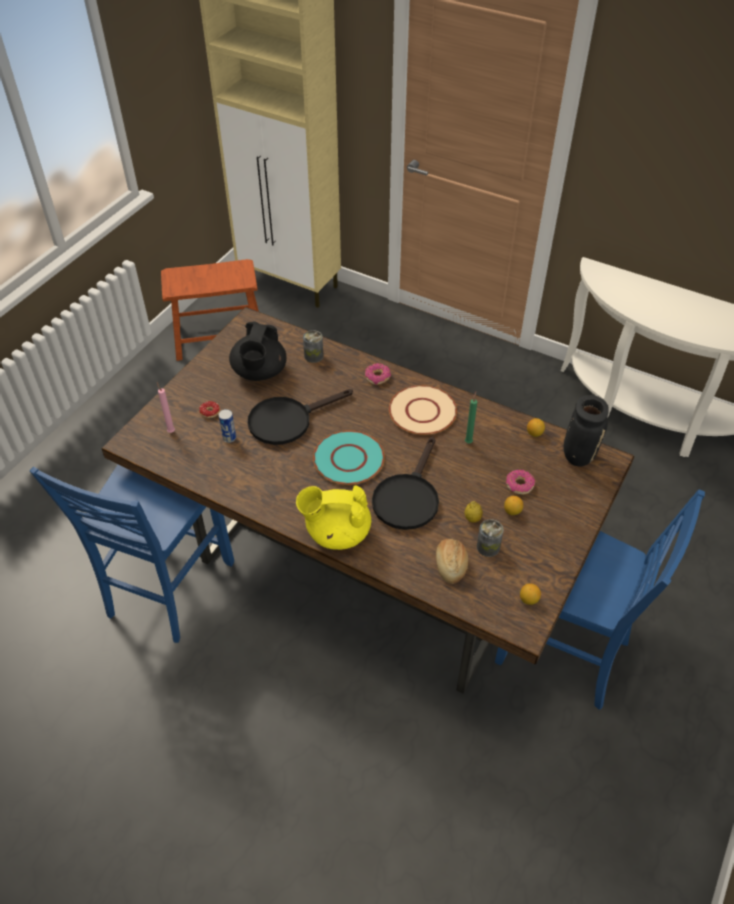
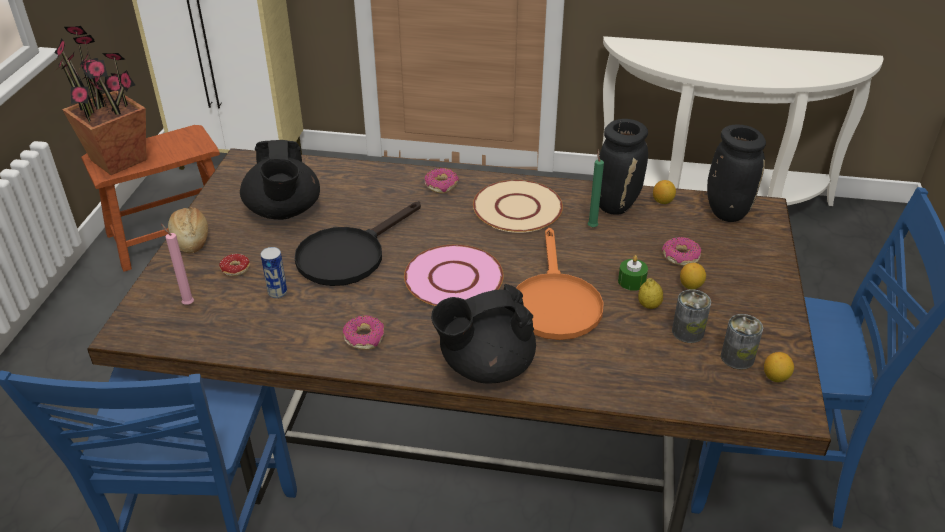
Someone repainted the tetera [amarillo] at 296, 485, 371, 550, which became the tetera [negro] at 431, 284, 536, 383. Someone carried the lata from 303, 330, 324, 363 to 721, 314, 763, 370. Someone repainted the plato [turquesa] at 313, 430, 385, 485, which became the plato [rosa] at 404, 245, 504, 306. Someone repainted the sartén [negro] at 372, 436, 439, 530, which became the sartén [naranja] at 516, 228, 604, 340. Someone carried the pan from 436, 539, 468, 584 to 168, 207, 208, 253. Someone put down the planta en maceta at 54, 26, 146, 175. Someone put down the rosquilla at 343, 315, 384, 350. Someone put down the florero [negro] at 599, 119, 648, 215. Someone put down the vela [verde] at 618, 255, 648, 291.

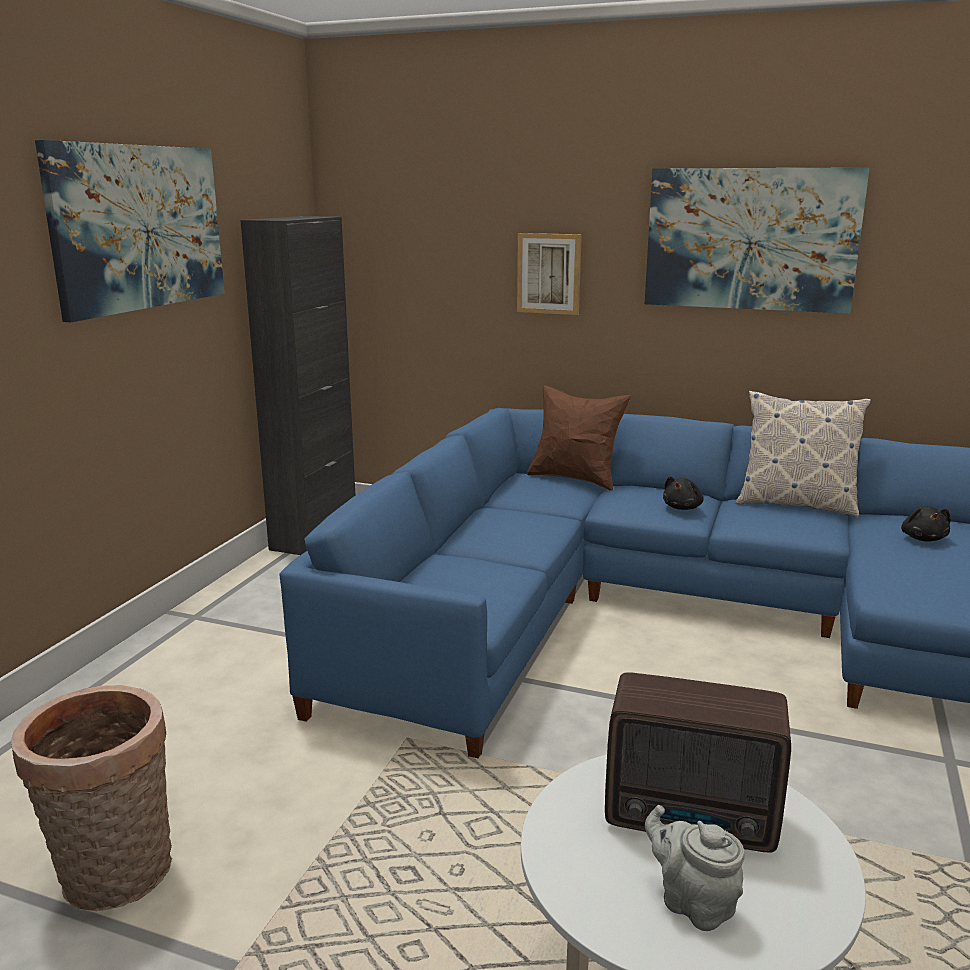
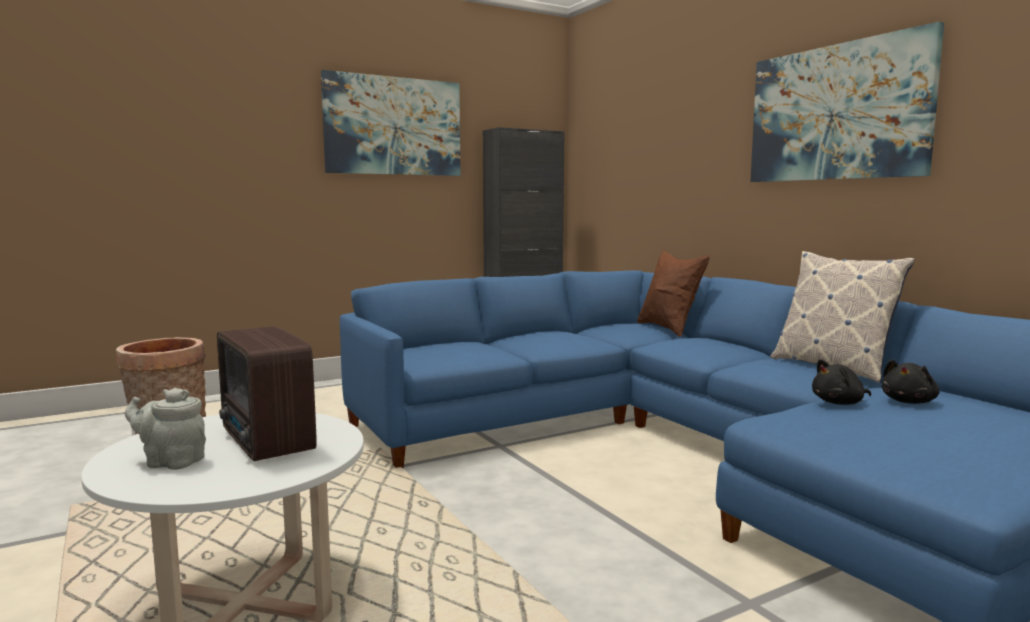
Someone took away the cuadro at 517, 233, 582, 315. Someone rotated the tetera [gris] at 645, 805, 745, 931 by 75 degrees counterclockwise. Someone carried the peluche [negro] from 663, 476, 704, 510 to 812, 359, 871, 405.

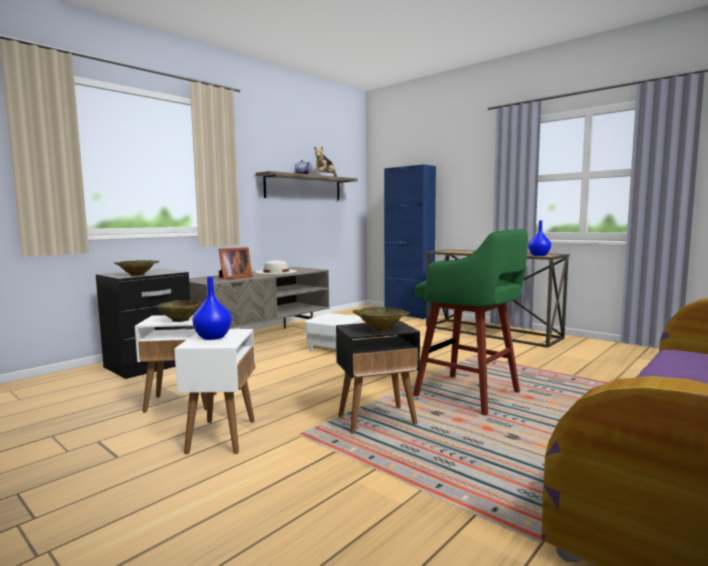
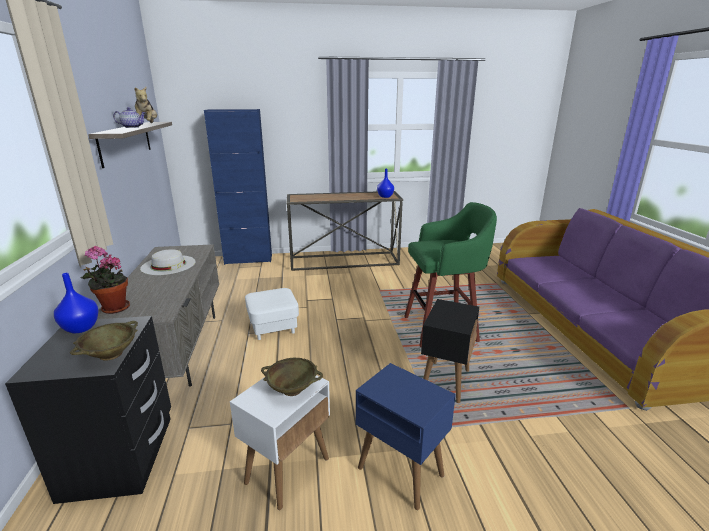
Someone repainted the mesa auxiliar [blanco] at 174, 329, 256, 454, which became the mesa auxiliar [azul] at 356, 363, 456, 510. Someone carried the florero [azul] from 192, 277, 232, 340 to 54, 273, 99, 333. Someone took away the portarretratos at 219, 247, 253, 279. Someone took away the cuenco [beis] at 353, 307, 410, 332. Someone put down the planta en maceta at 81, 246, 130, 314.

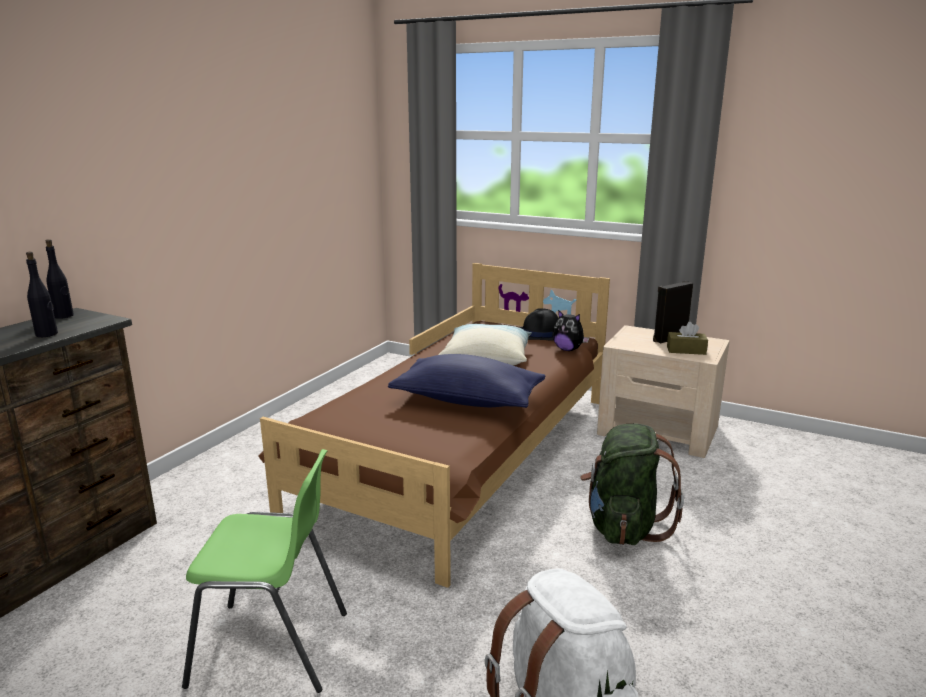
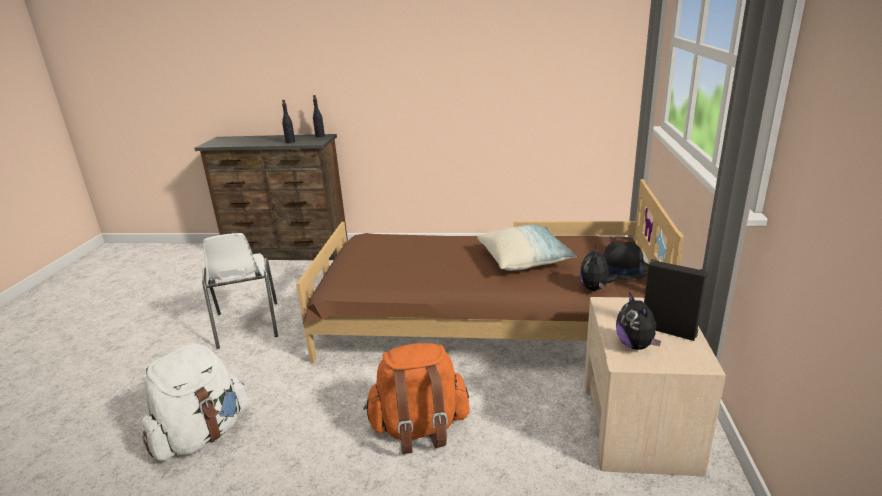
Someone repainted the silla [verde] at 182, 449, 347, 693, which became the silla [blanco] at 202, 233, 278, 349. Someone took away the cojín [azul] at 388, 354, 546, 408. Someone repainted the mochila [verde] at 580, 424, 684, 545, which became the mochila [naranja] at 363, 343, 470, 454. Someone swapped the caja de pañuelos [marrón] at 667, 322, 708, 355 for the peluche at 616, 292, 661, 350.

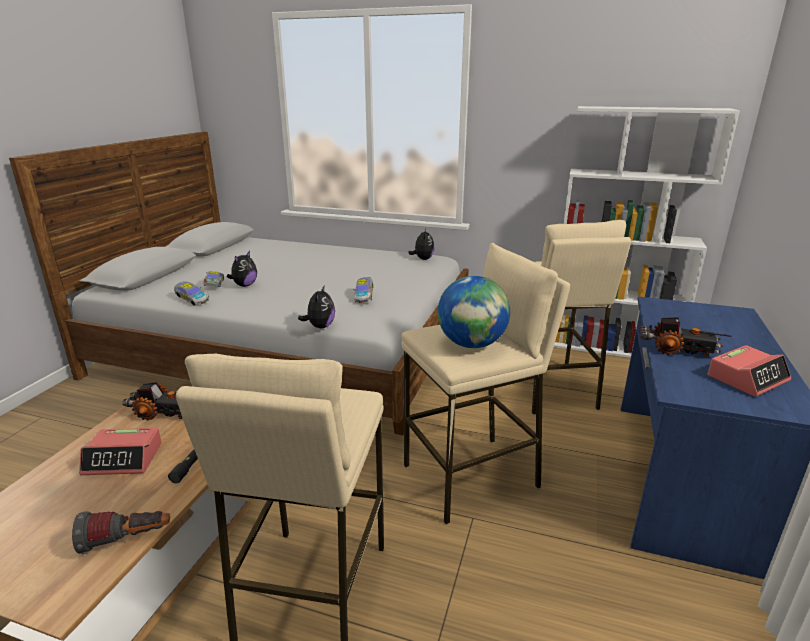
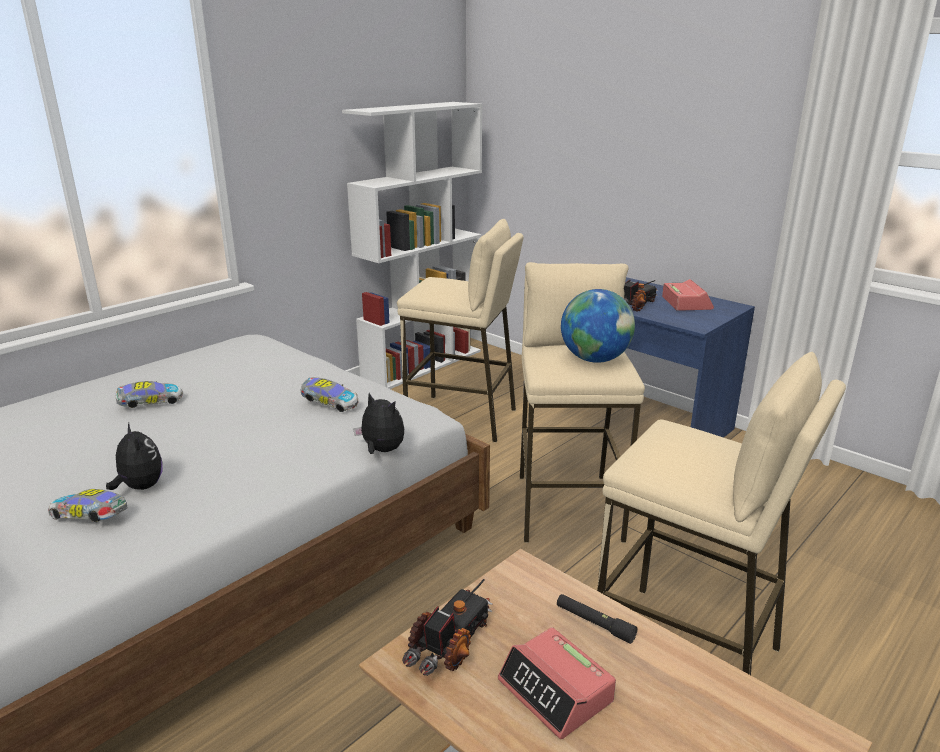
Someone took away the linterna at 72, 511, 170, 554. Someone rotated the despertador at 79, 428, 162, 475 by 120 degrees clockwise. Someone carried the coche de juguete from 174, 281, 209, 306 to 115, 381, 183, 408. Someone took away the peluche at 408, 229, 435, 260.

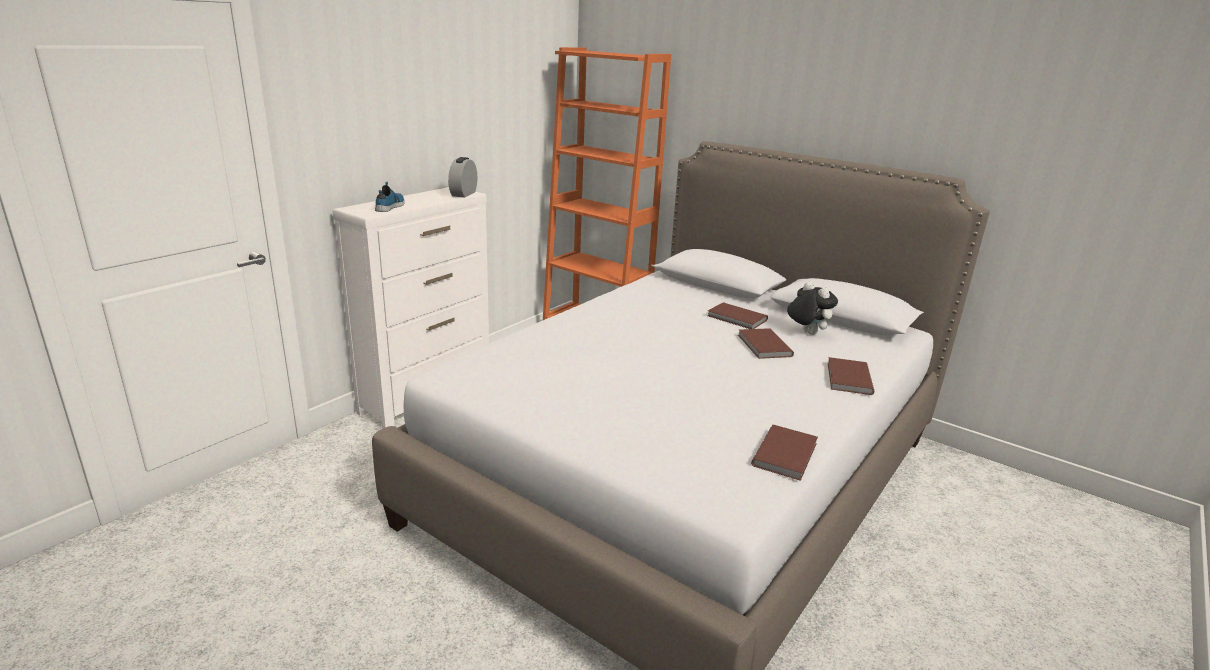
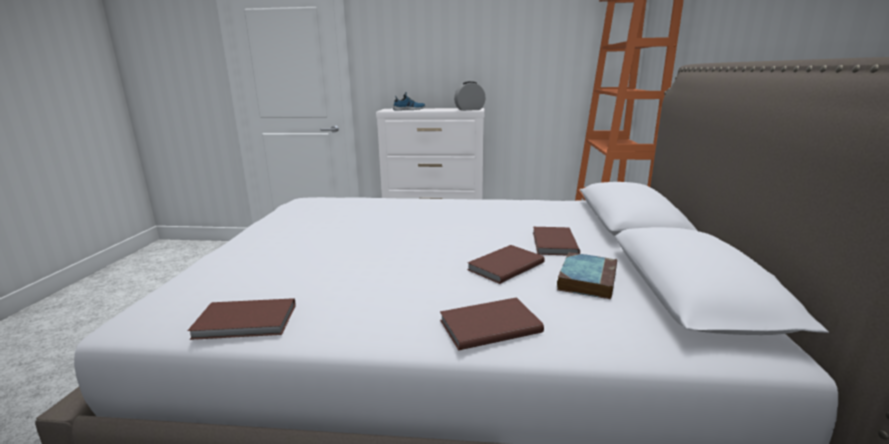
Someone swapped the peluche at 787, 282, 838, 335 for the libro at 557, 252, 617, 299.

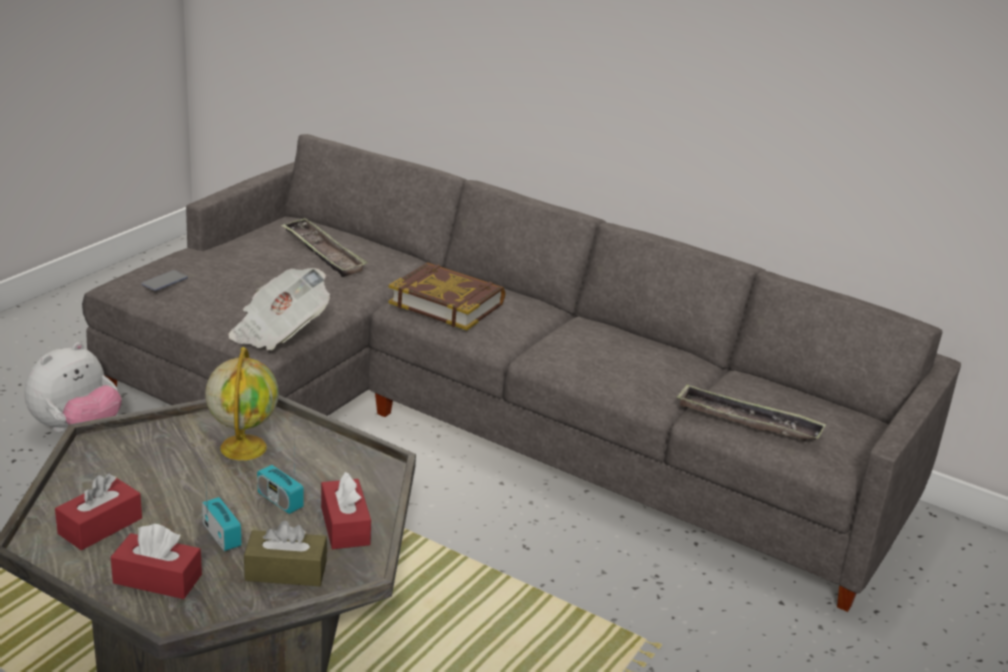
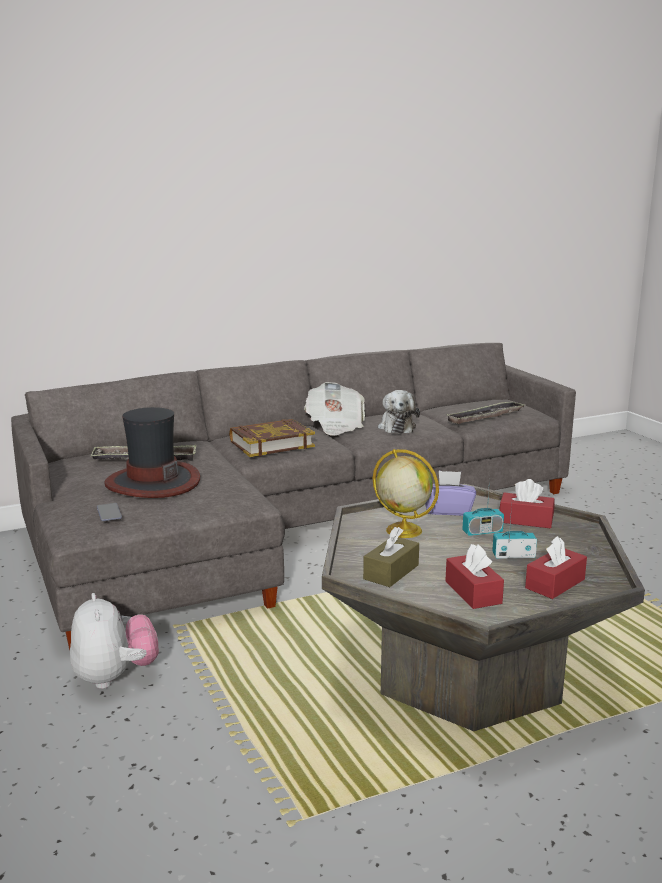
Someone carried the periódico from 228, 268, 330, 350 to 304, 382, 365, 436. Someone carried the caja de pañuelos [marrón] from 244, 520, 327, 586 to 363, 527, 419, 587. Someone put down the sombrero at 104, 407, 200, 498. Someone put down the peluche at 378, 390, 420, 434. Someone put down the caja de pañuelos [morado] at 425, 471, 476, 516.

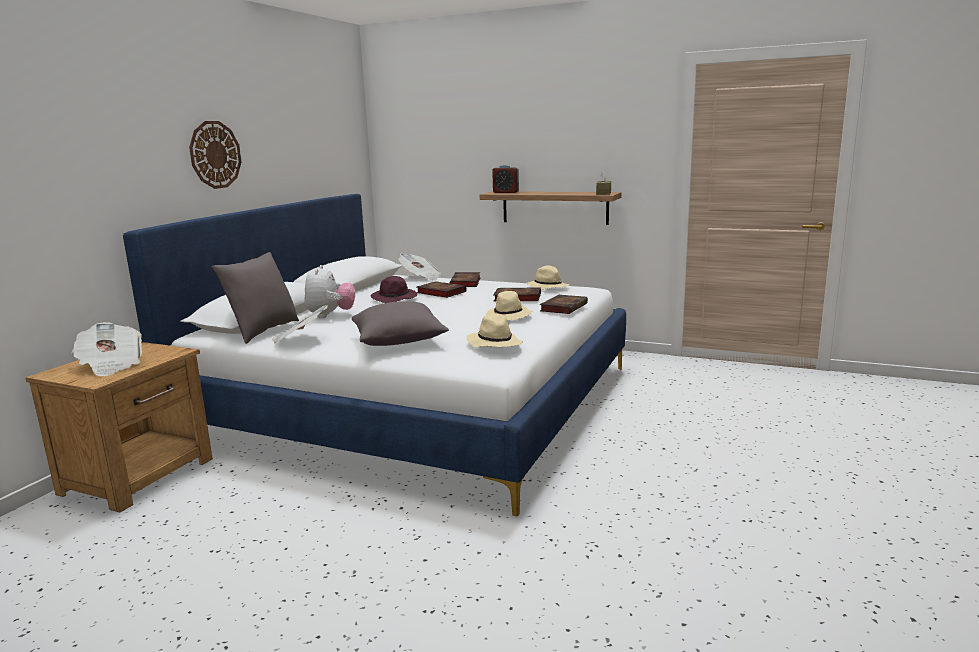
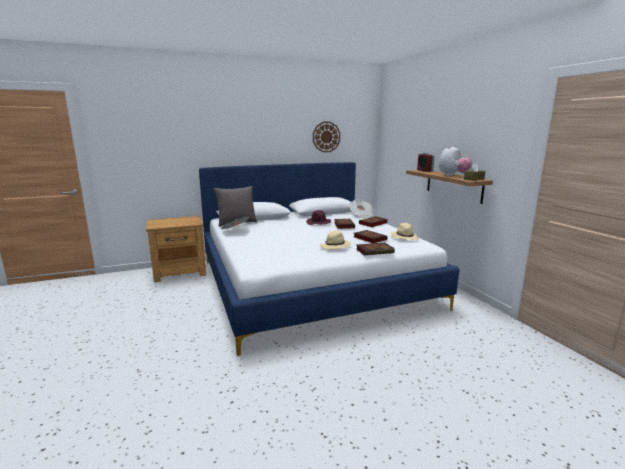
Someone took away the periódico at 72, 322, 142, 376. Someone carried the reloj de pared from 189, 121, 241, 189 to 313, 122, 340, 152. Someone carried the peluche from 305, 265, 355, 318 to 439, 145, 472, 176. Someone took away the cojín [gris] at 352, 301, 449, 346. Someone took away the sombrero [beis] at 466, 314, 523, 347.

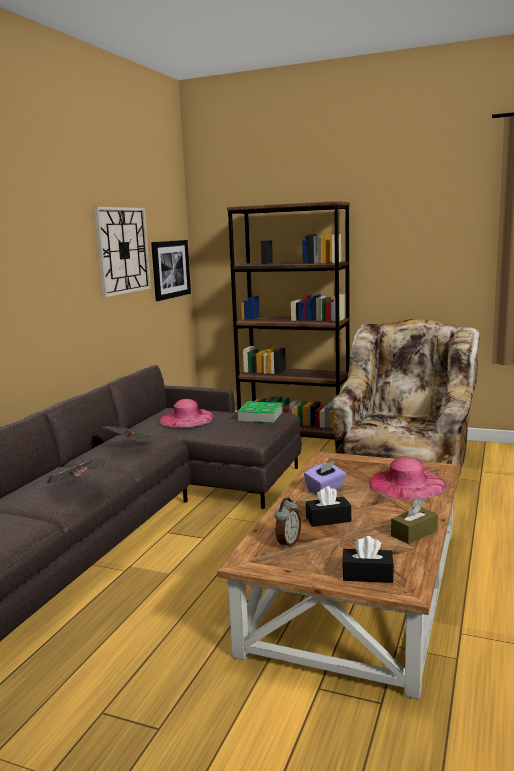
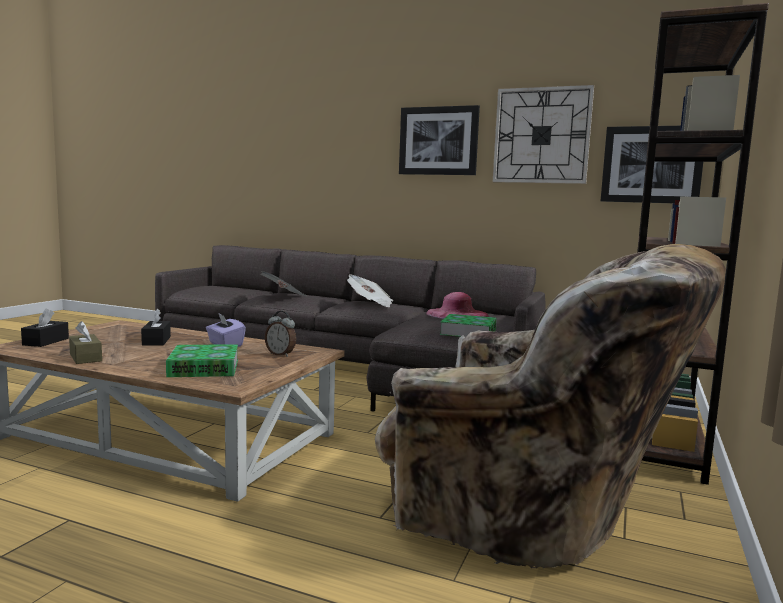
Someone carried the despertador from 275, 498, 301, 549 to 265, 311, 296, 357. Someone swapped the sombrero [rosa] at 369, 457, 446, 499 for the libro at 166, 344, 238, 377. Someone put up the cuadro at 399, 105, 480, 175.

